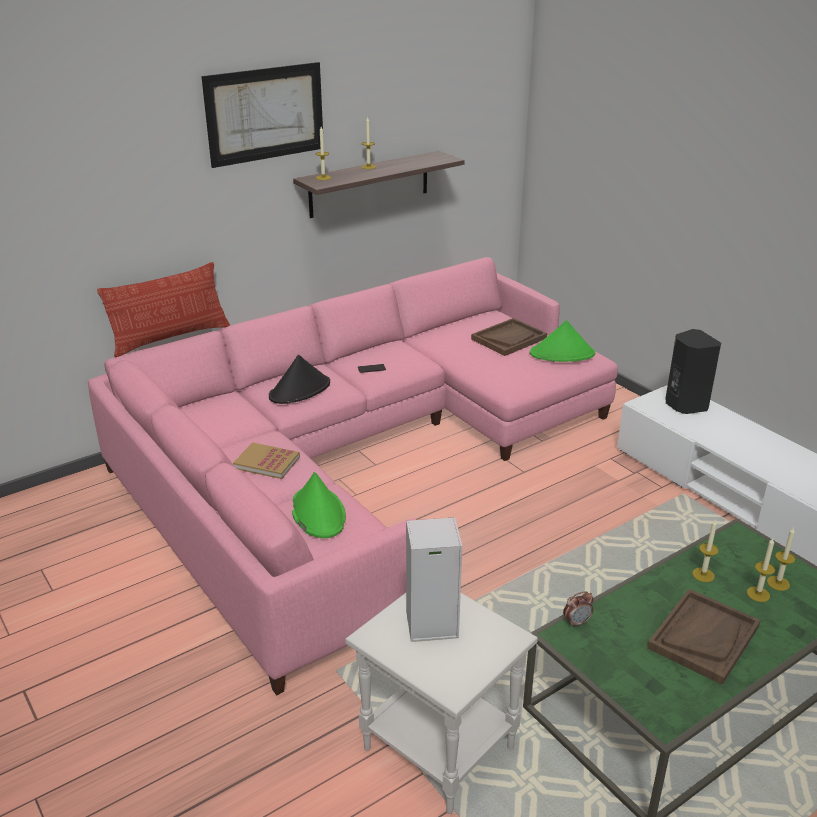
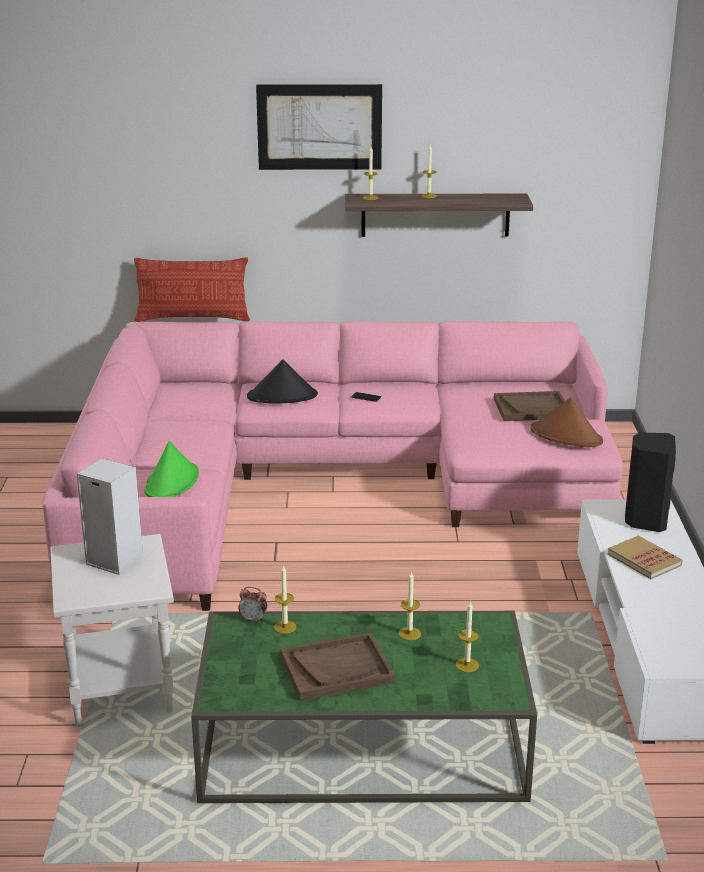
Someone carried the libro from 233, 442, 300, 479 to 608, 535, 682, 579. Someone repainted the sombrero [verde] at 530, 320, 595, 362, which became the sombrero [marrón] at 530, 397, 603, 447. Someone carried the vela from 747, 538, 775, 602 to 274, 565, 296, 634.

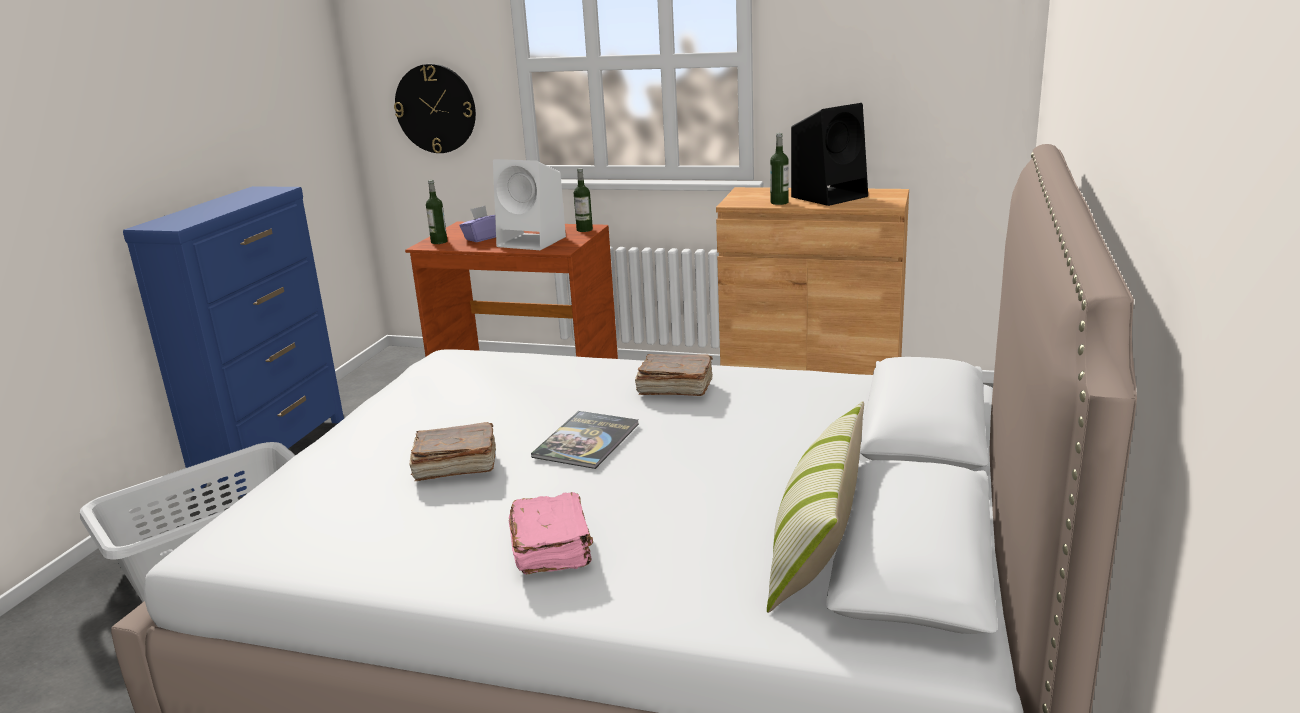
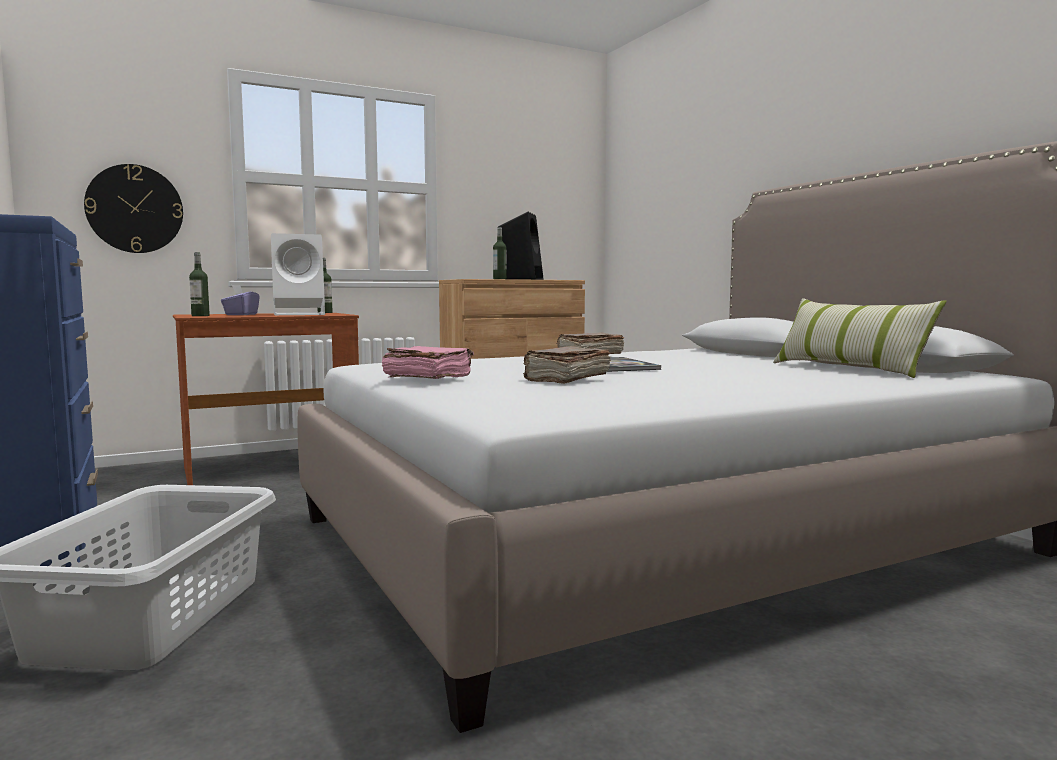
Someone carried the libro [rosa] from 509, 492, 593, 574 to 382, 346, 474, 379.

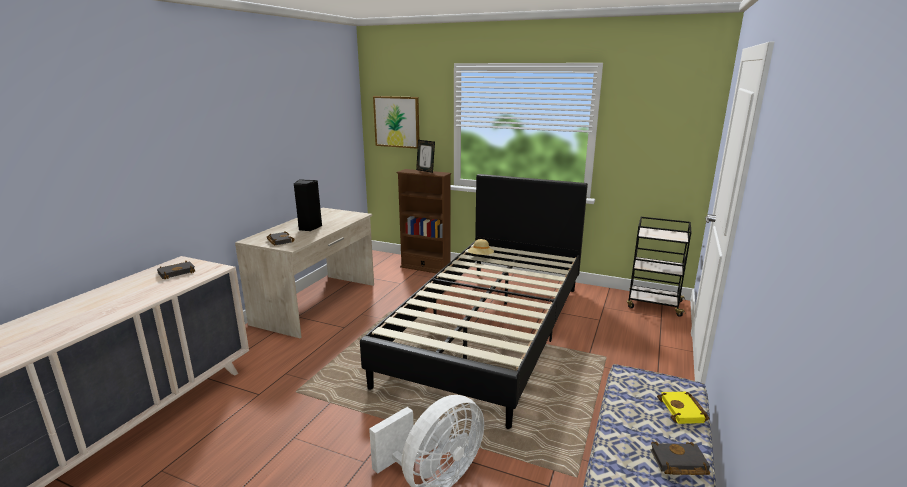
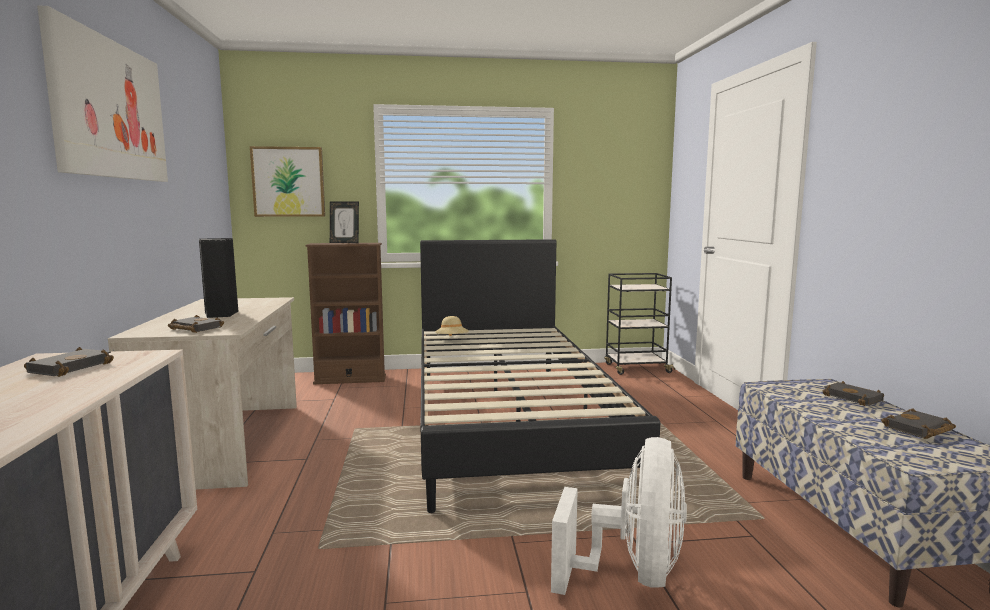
Someone repainted the libro [amarillo] at 657, 392, 709, 424, which became the libro [negro] at 823, 381, 884, 406. Someone put up the cuadro at 37, 5, 168, 182.

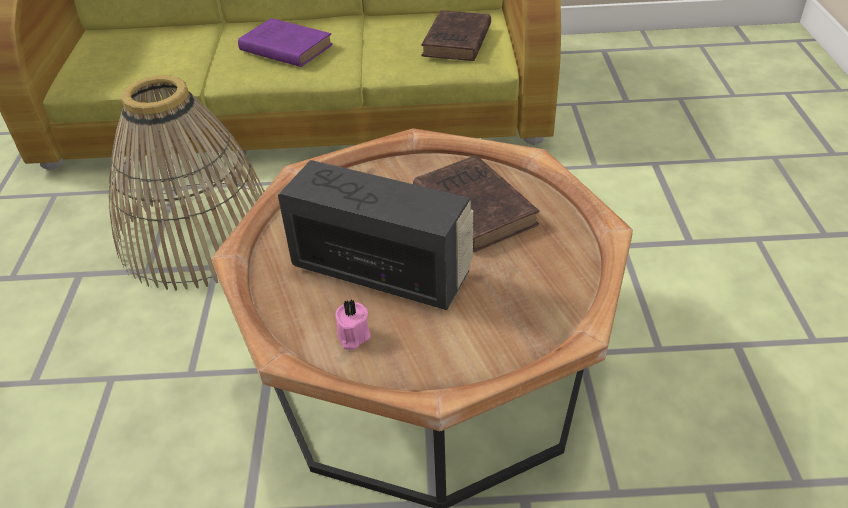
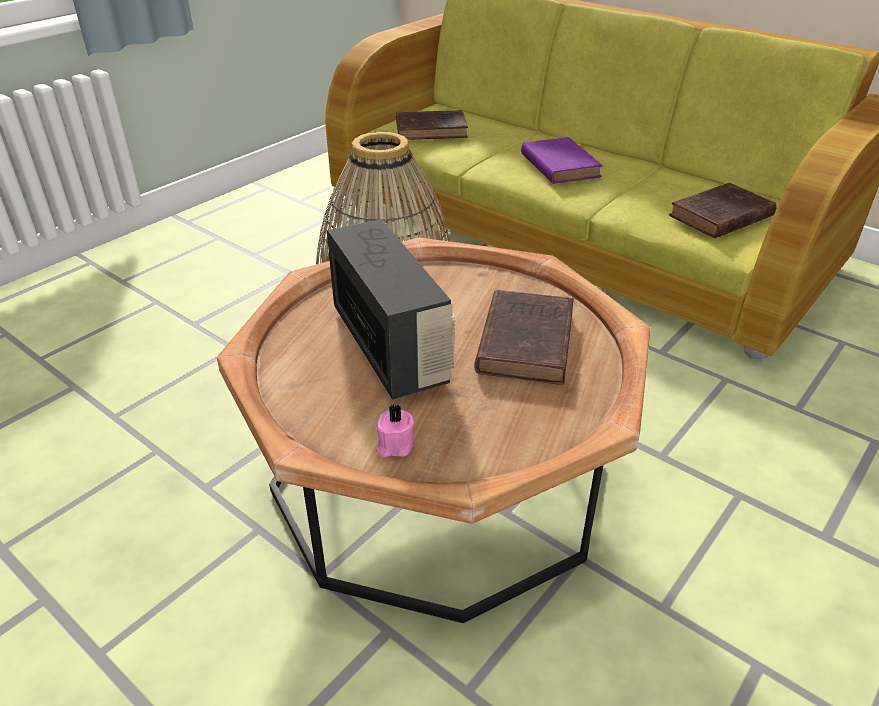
Someone carried the vela [rosa] from 335, 299, 371, 350 to 376, 404, 414, 457. Someone put down the libro [marrón] at 396, 110, 468, 140.

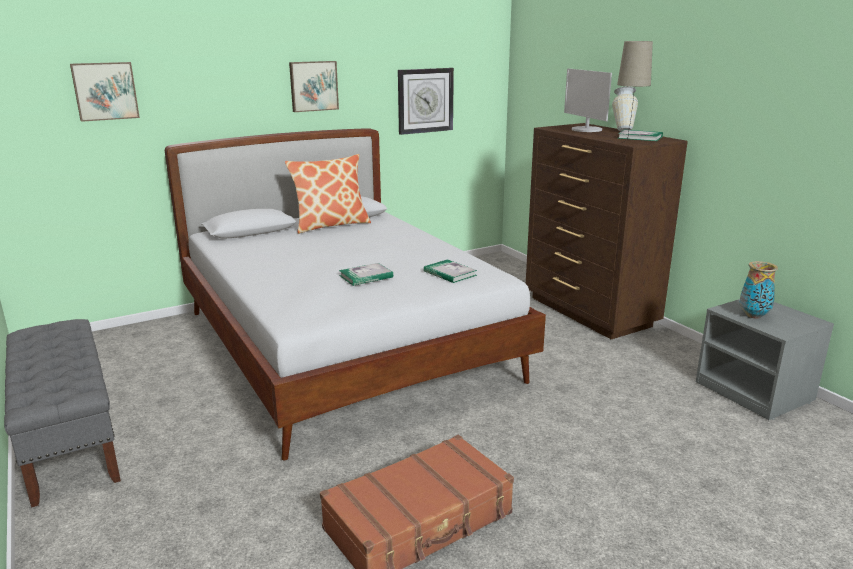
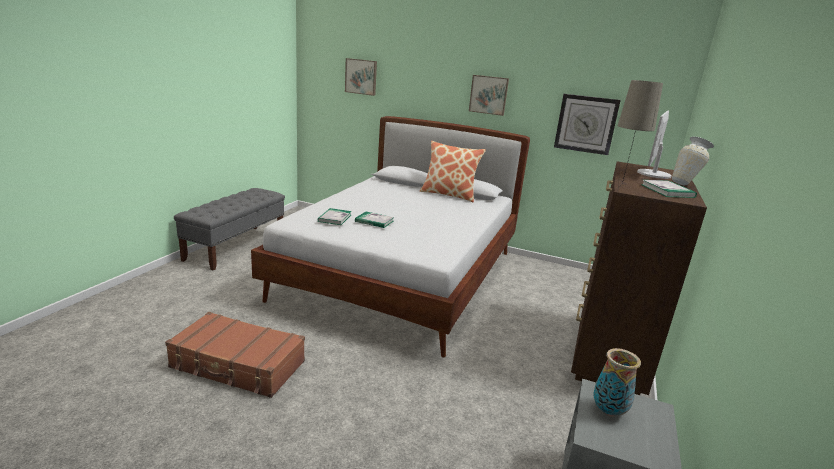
Someone carried the libro from 424, 259, 477, 283 to 318, 208, 352, 225.

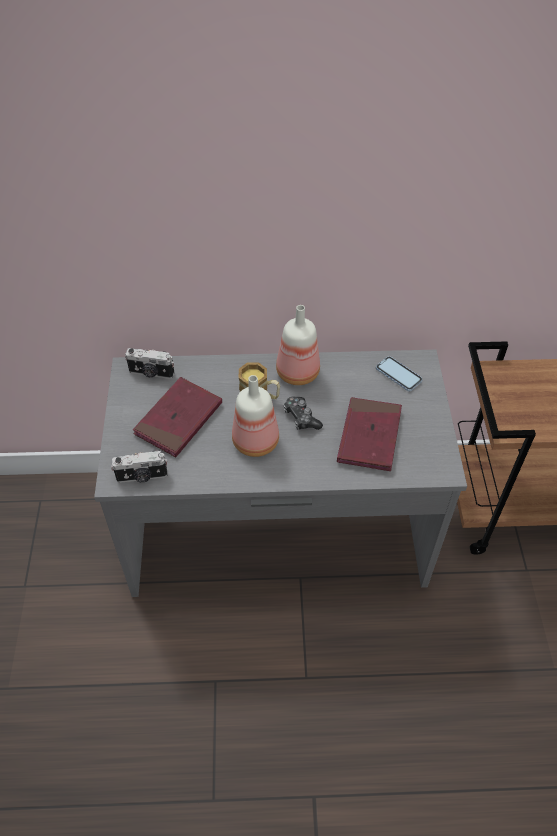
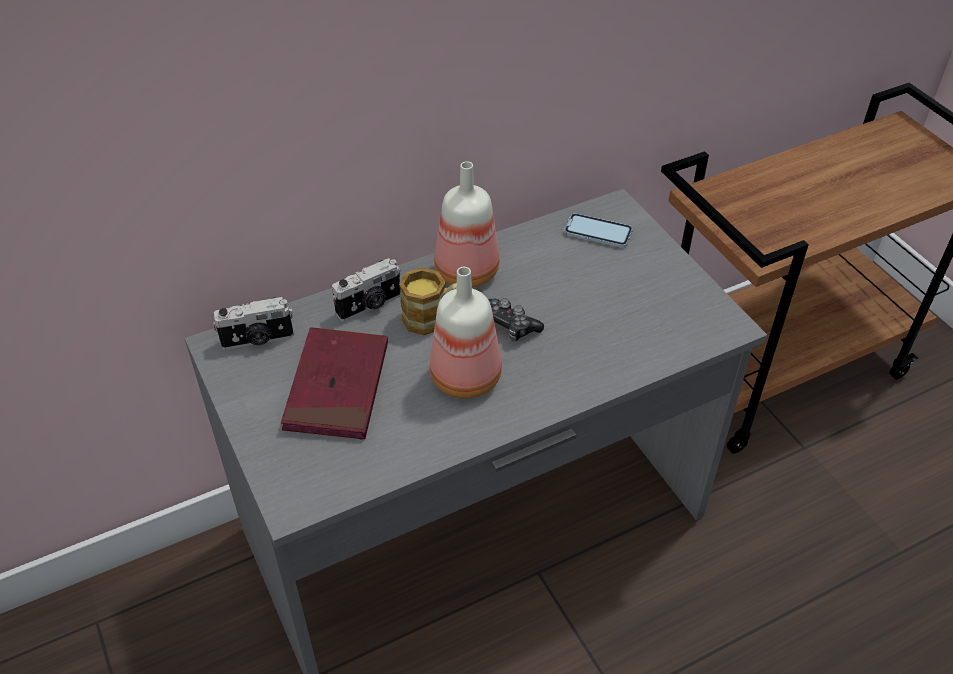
Someone carried the cámara from 111, 451, 167, 483 to 332, 258, 401, 321. Someone took away the libro [rojo] at 337, 397, 402, 471.

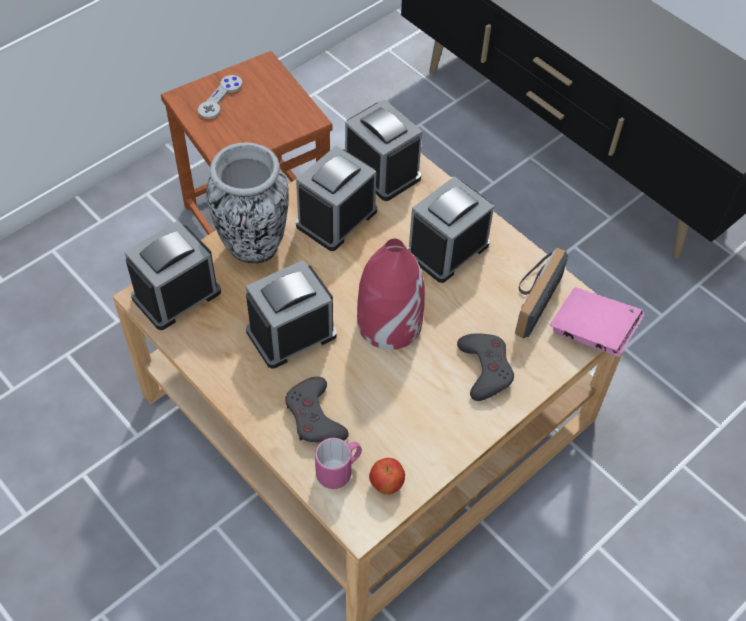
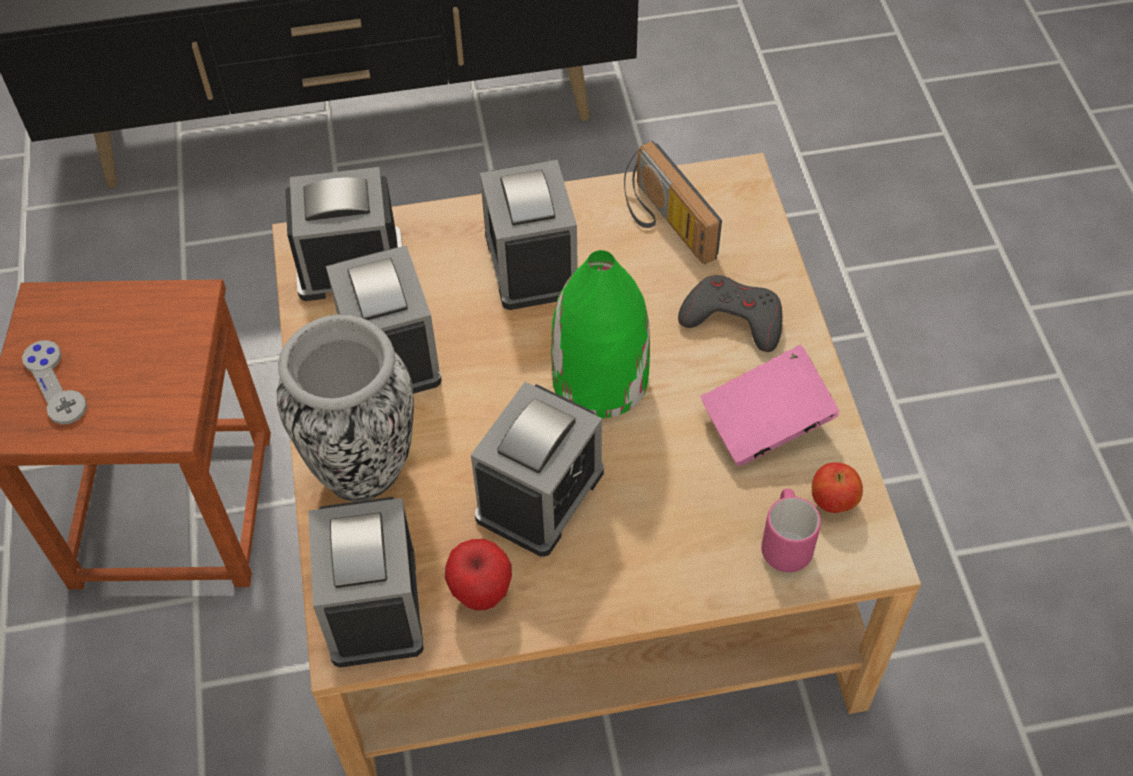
Someone rotated the despertador at 246, 260, 337, 369 by 150 degrees counterclockwise. Someone took away the mando de consola [gris] at 285, 377, 349, 443. Someone repainted the florero [rojo] at 357, 239, 425, 350, which became the florero [verde] at 551, 250, 650, 418. Someone carried the libro [rosa] from 550, 287, 643, 357 to 701, 345, 839, 466. Someone put down the manzana at 445, 539, 512, 610.

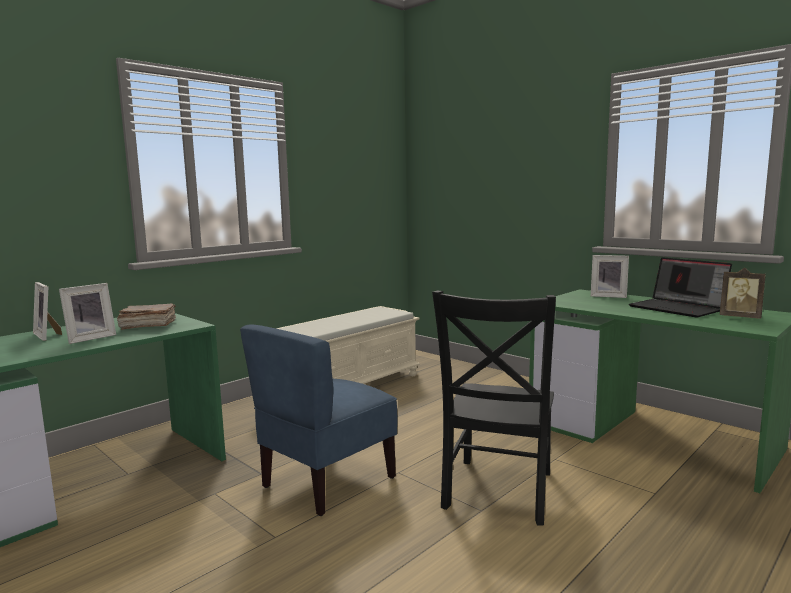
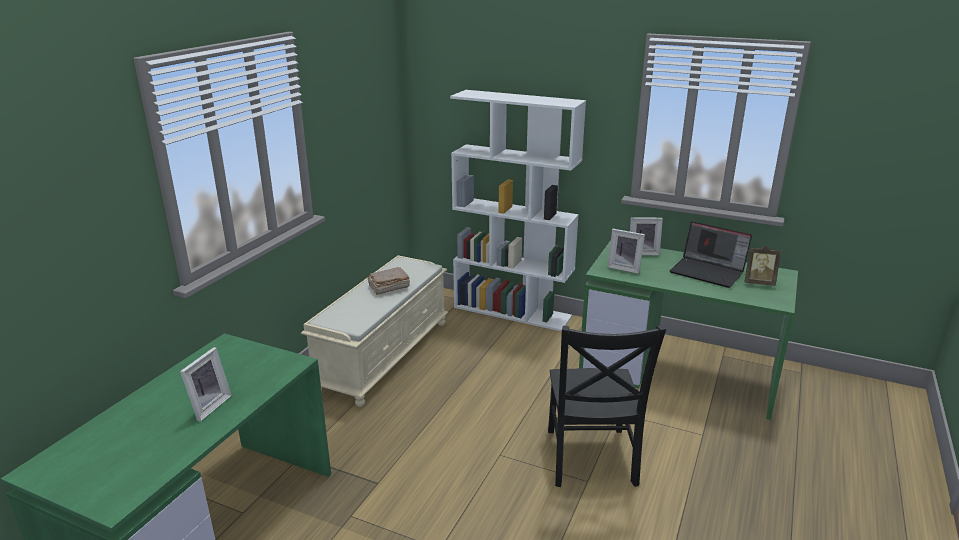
Someone carried the portarretratos from 33, 282, 62, 341 to 607, 229, 645, 274. Someone carried the libro [marrón] from 117, 304, 176, 330 to 368, 267, 410, 295. Someone took away the silla [azul] at 240, 325, 398, 516. Someone put down the estantería [blanco] at 450, 90, 586, 332.

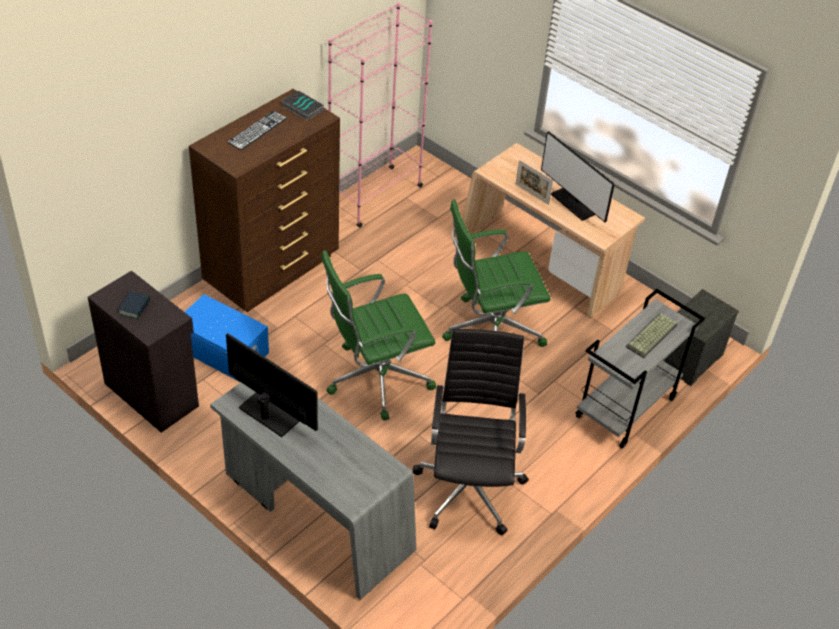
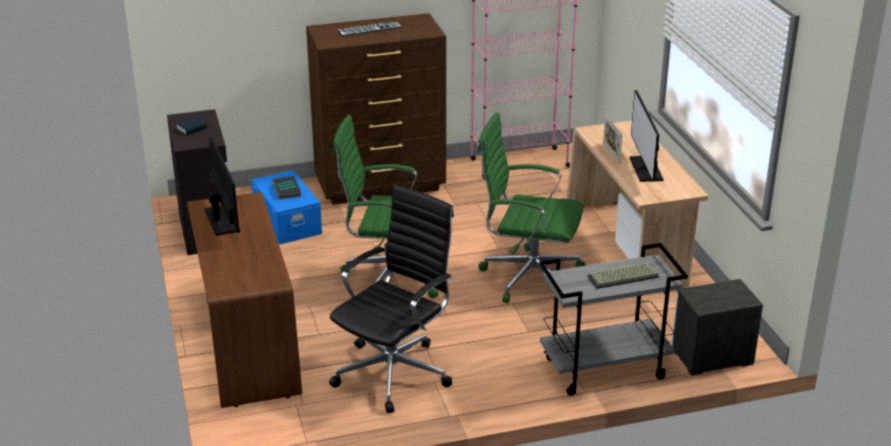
Someone repainted the escritorio [gris] at 210, 383, 416, 600, which became the escritorio [marrón] at 187, 192, 302, 408. Someone carried the libro from 282, 91, 324, 121 to 272, 176, 301, 200.

